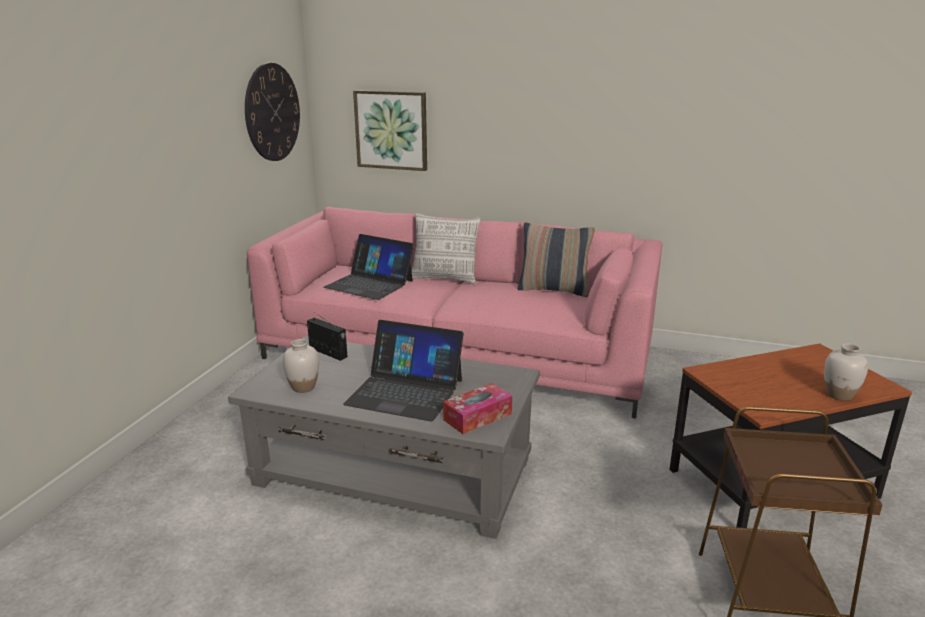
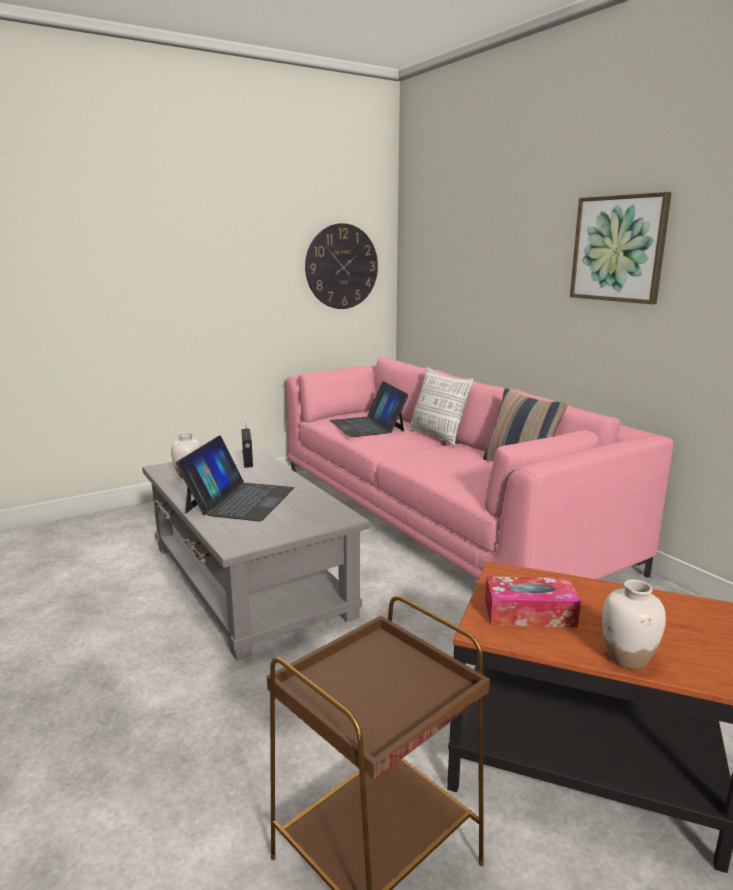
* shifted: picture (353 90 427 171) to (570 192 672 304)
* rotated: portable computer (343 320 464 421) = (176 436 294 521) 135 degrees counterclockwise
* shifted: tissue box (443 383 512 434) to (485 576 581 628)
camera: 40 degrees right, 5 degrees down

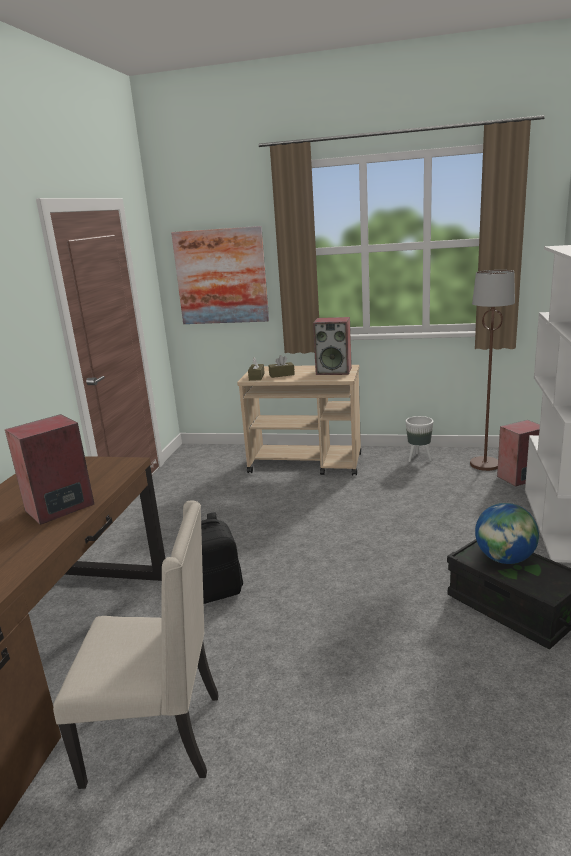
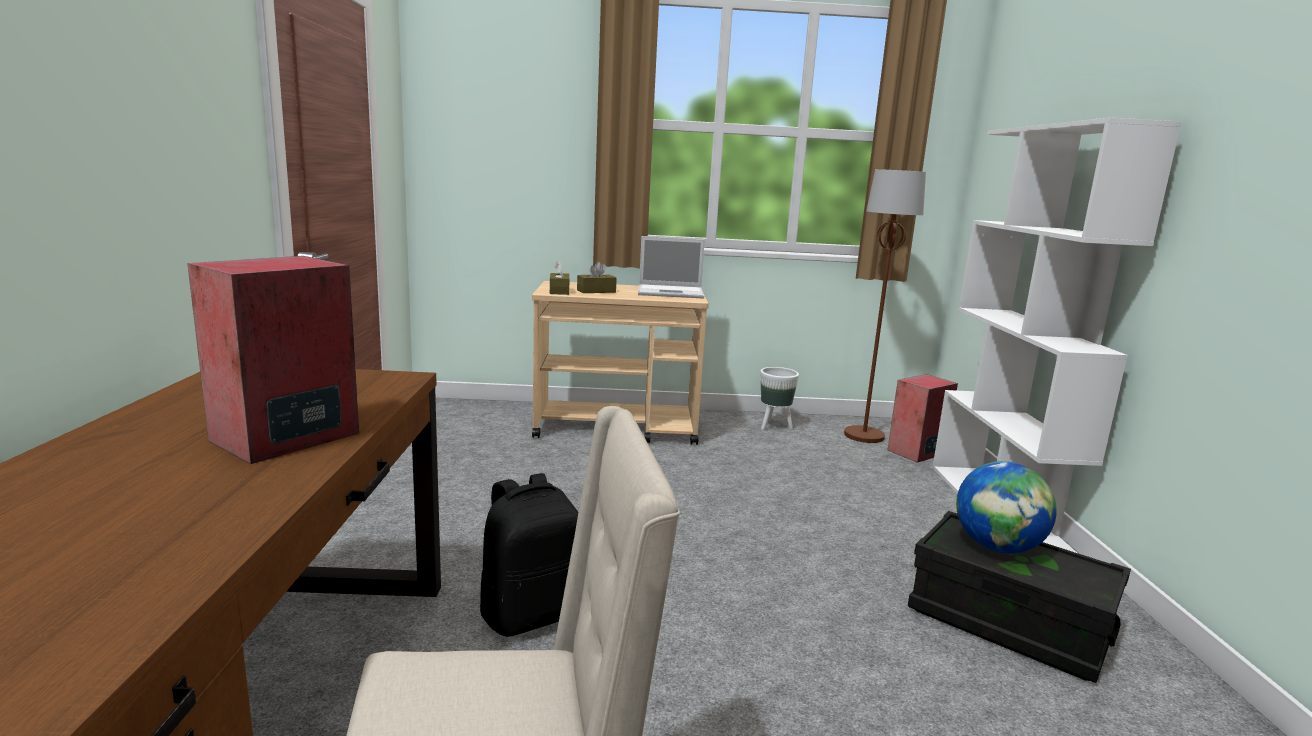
* gone: picture (171 226 269 324)
* swapped: speaker (313 317 352 375) to portable computer (638 236 705 299)
camera: 15 degrees left, 5 degrees down

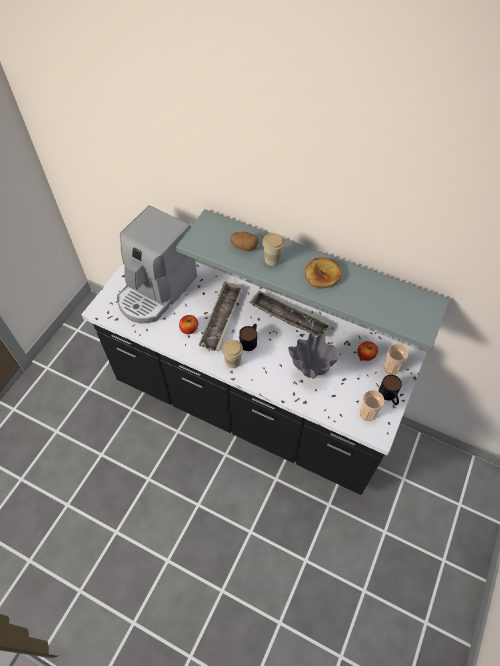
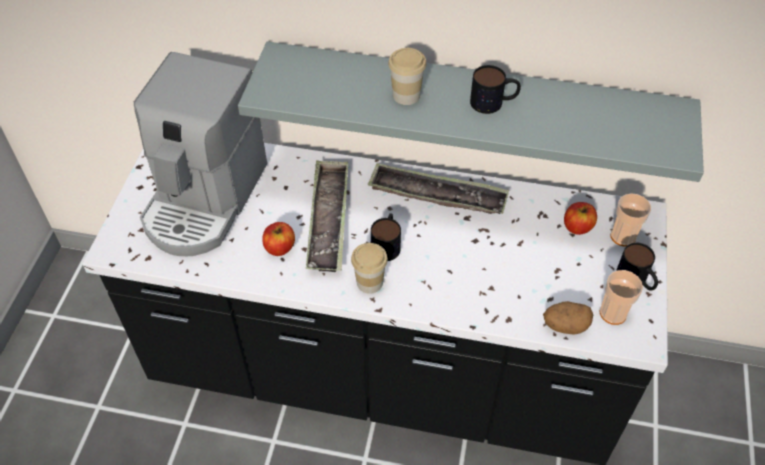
* shifted: whole potato (230 232 259 251) to (543 301 593 335)
* swapped: baked bread (305 258 342 289) to tea mug (470 65 521 114)
* gone: grey flower vase (288 333 338 379)
camera: 15 degrees left, 5 degrees down

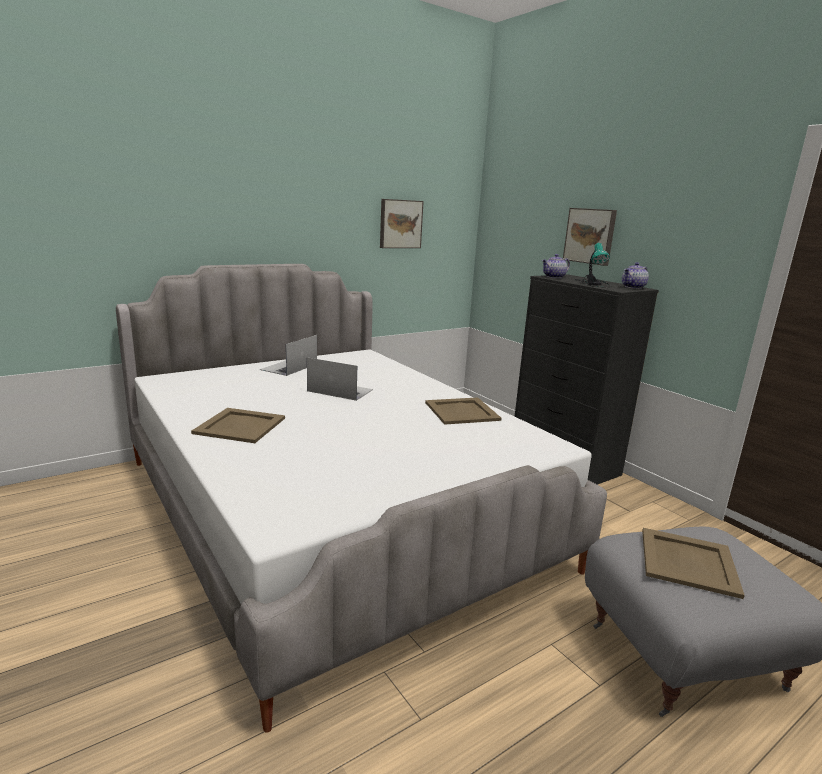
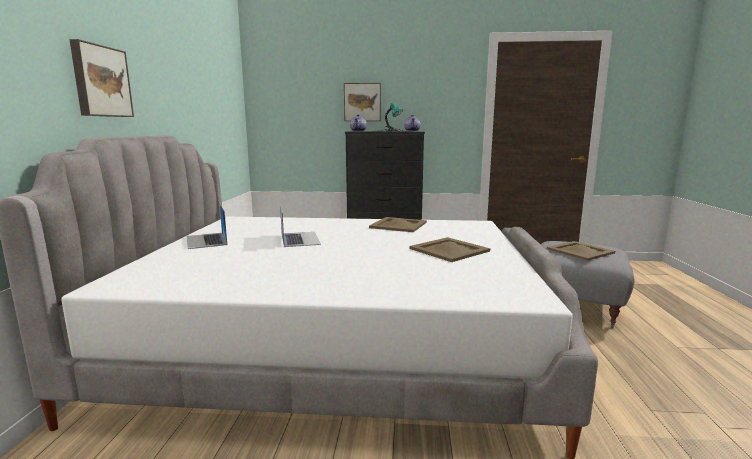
* shifted: picture (380 199 424 248) to (69 39 134 117)
* rotated: portable computer (307 357 373 401) = (280 204 321 247) 105 degrees clockwise
* shifted: beige-coloured tray (191 408 285 443) to (409 237 490 262)
camera: 50 degrees left, 5 degrees down

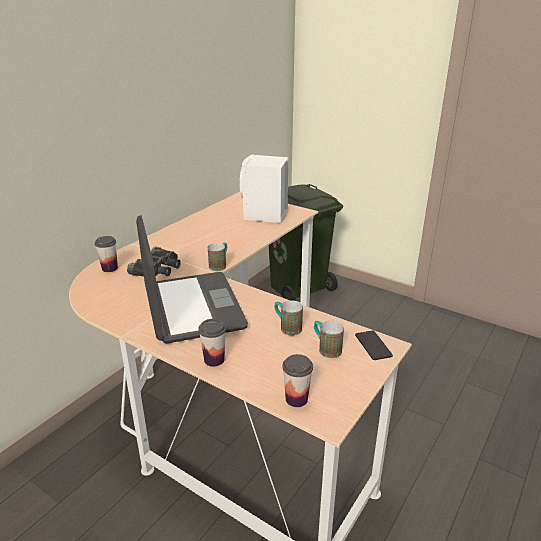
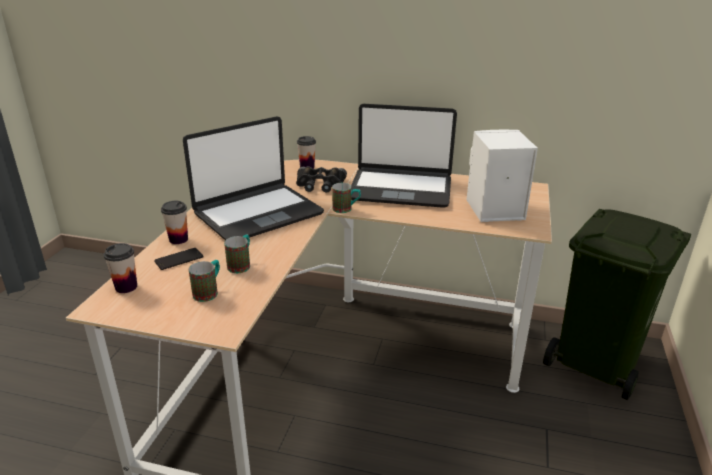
* shifted: phone (355 330 393 360) to (154 248 203 270)
* new: portable computer (351 104 457 208)
camera: 70 degrees right, 0 degrees up

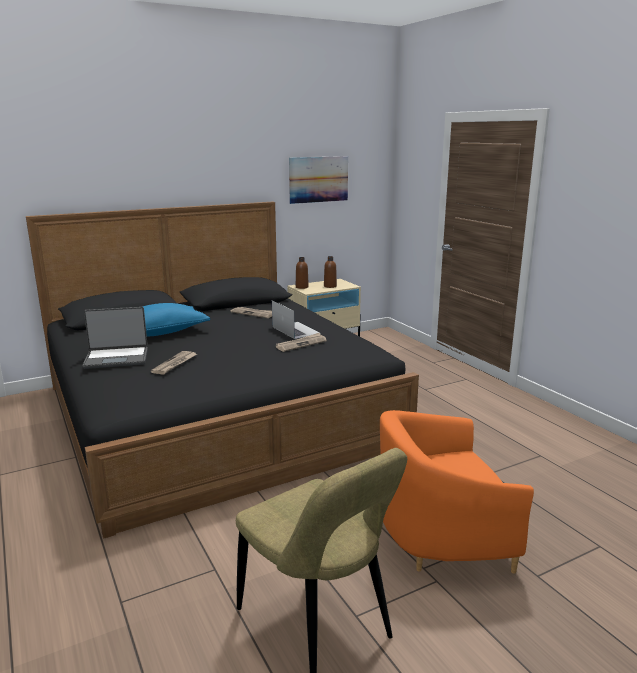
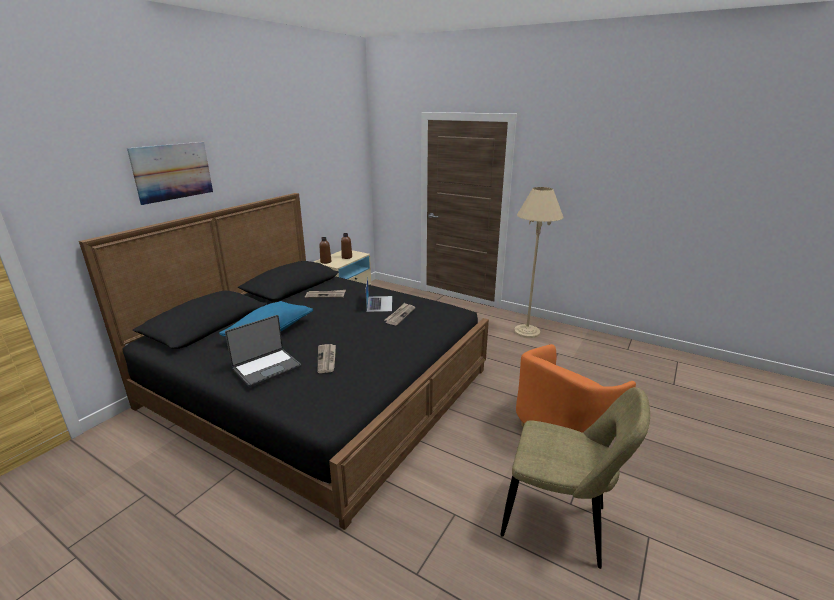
* shifted: picture (289 156 348 204) to (127 142 213 205)
* rotated: portable computer (272 300 321 339) = (365 277 392 312) 60 degrees clockwise
* new: beige-coloured standard lamp (514 187 563 338)
camera: 30 degrees left, 5 degrees up

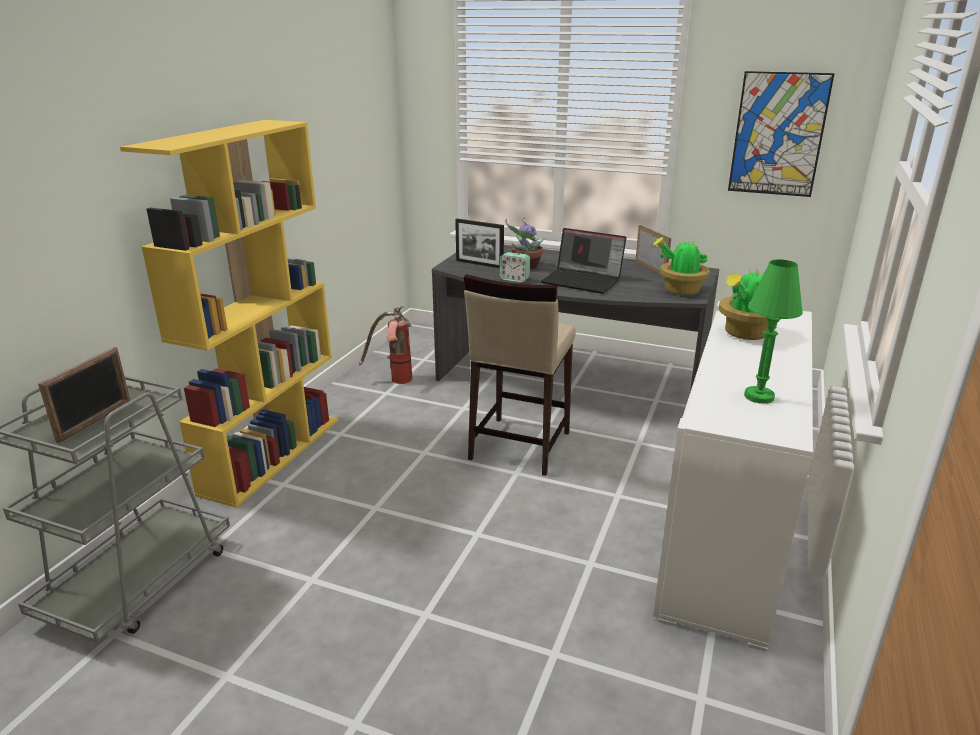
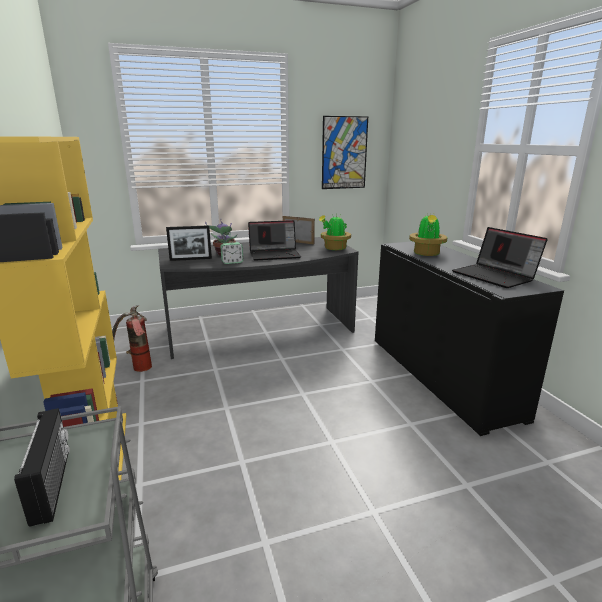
* swapped: greenish tabletop lamp (744 259 803 404) to portable computer (452 227 548 288)
* gone: beige-coloured sitting stool (464 274 576 476)
* repainted: white-coloured cupboard (653 301 813 652) to black cupboard (375 241 564 436)
* swapped: picture frame (38 347 130 443) to radio receiver (14 408 70 527)
camera: 40 degrees left, 5 degrees down

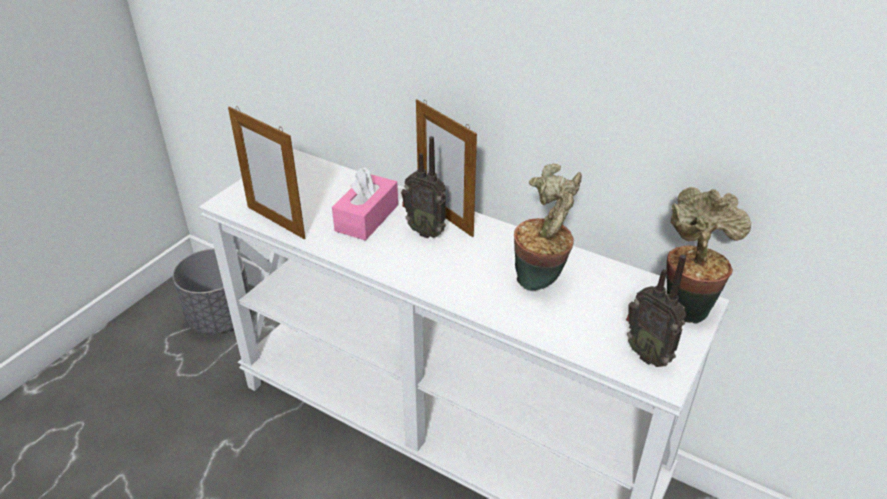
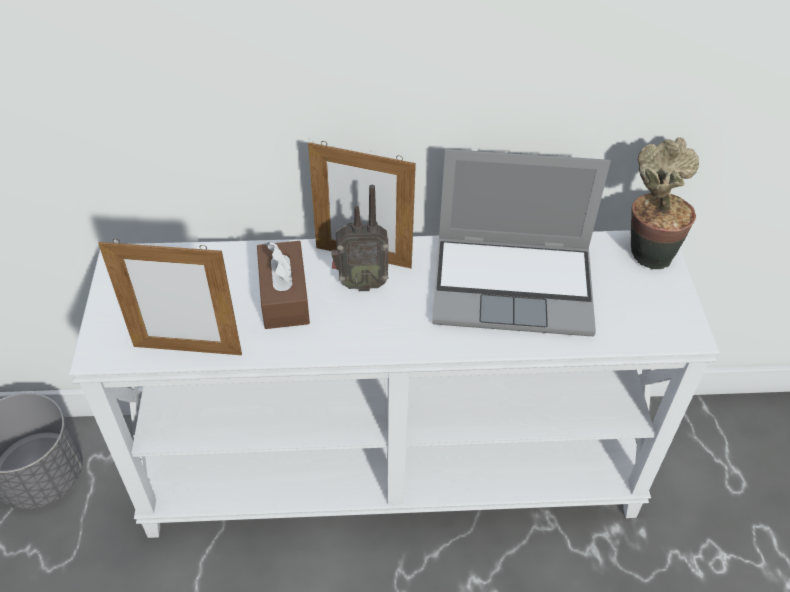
* swapped: potted plant (514 164 582 291) to portable computer (432 149 611 336)
* repainted: pinkish tissue box (332 167 398 241) to brown tissue box (257 241 310 329)
* gone: radio receiver (626 255 686 367)
camera: 35 degrees left, 10 degrees up

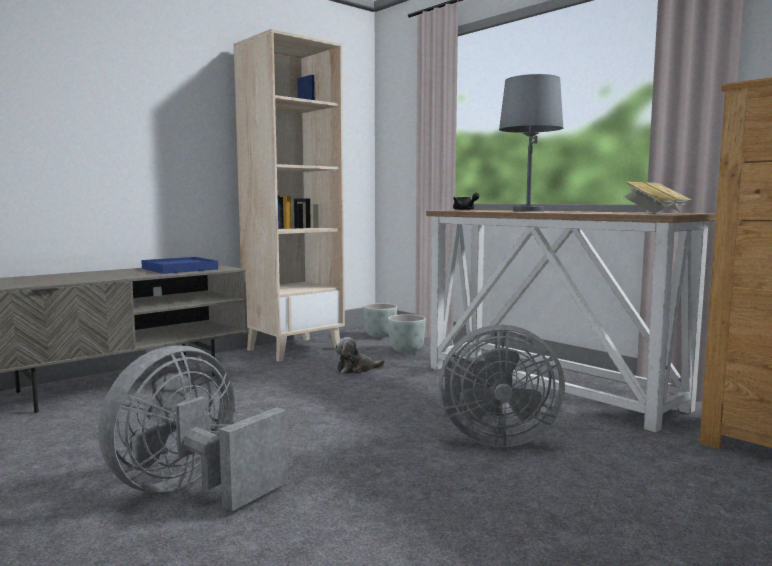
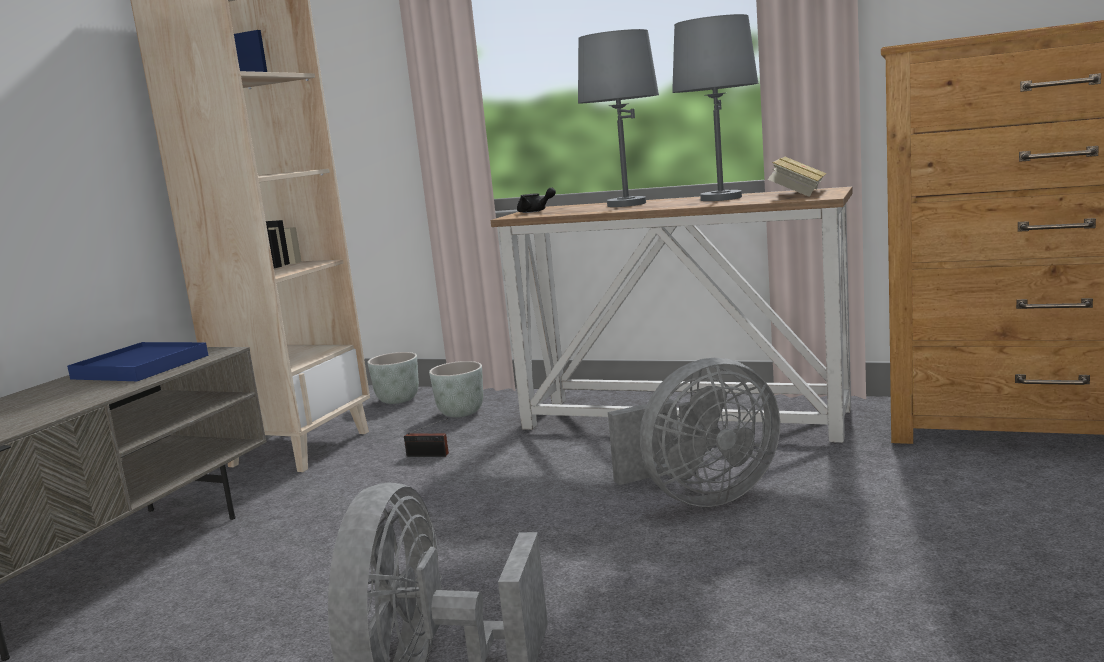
* swapped: soft toy (335 337 385 374) to radio receiver (404 418 449 457)
* new: grey tabletop lamp (672 14 759 201)
camera: 25 degrees left, 5 degrees up

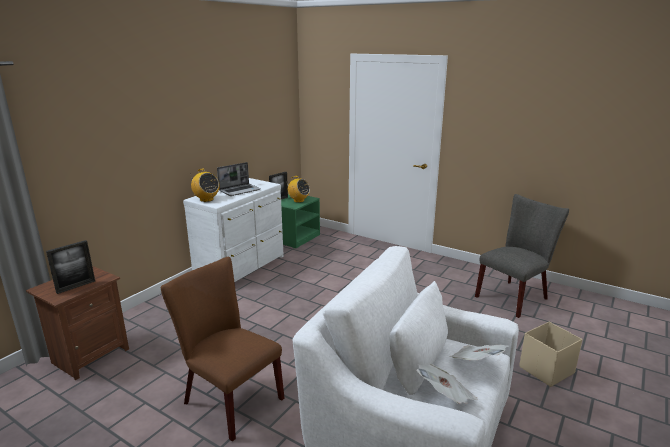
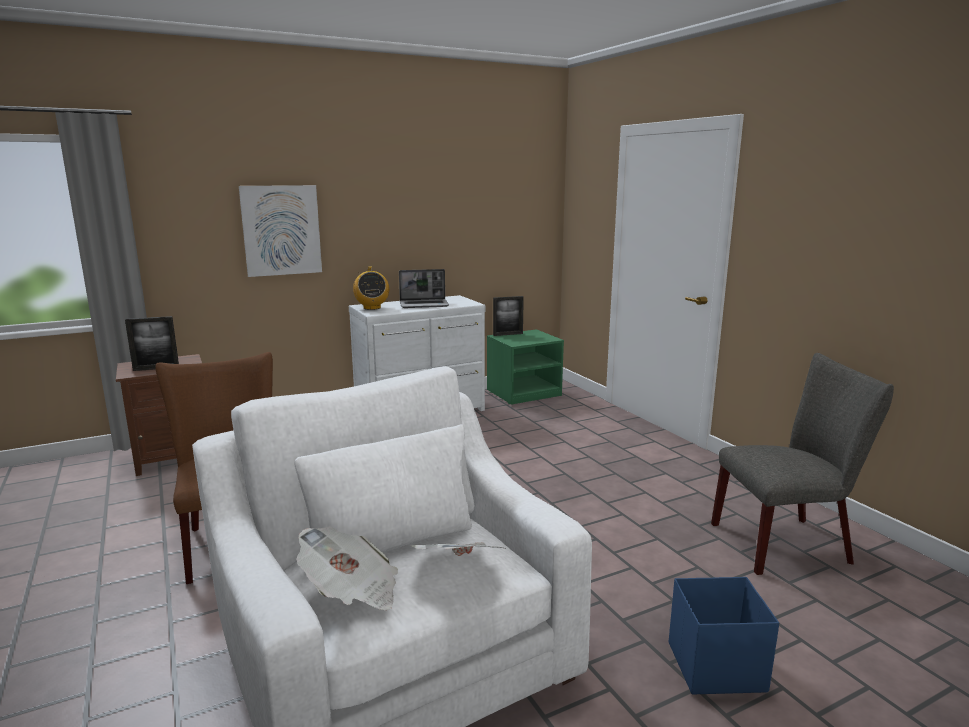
* gone: radio receiver (285 176 310 203)
* repainted: beige-coloured storage box (519 322 582 387) to blue storage box (669 577 779 695)
* new: picture (239 185 322 277)
camera: 30 degrees right, 5 degrees down

